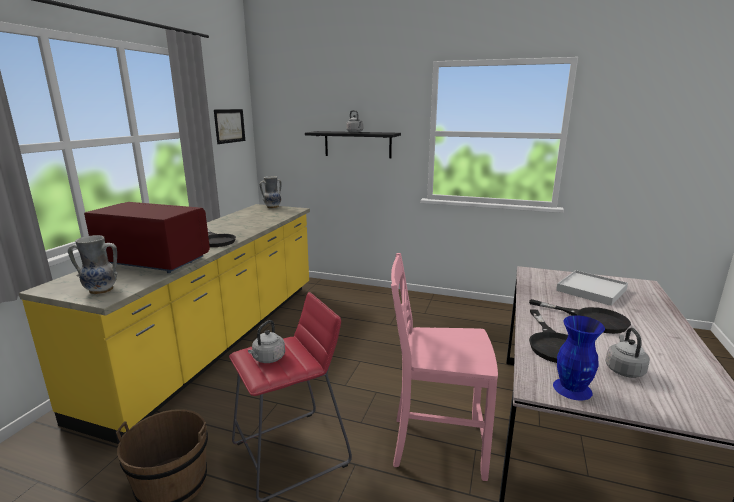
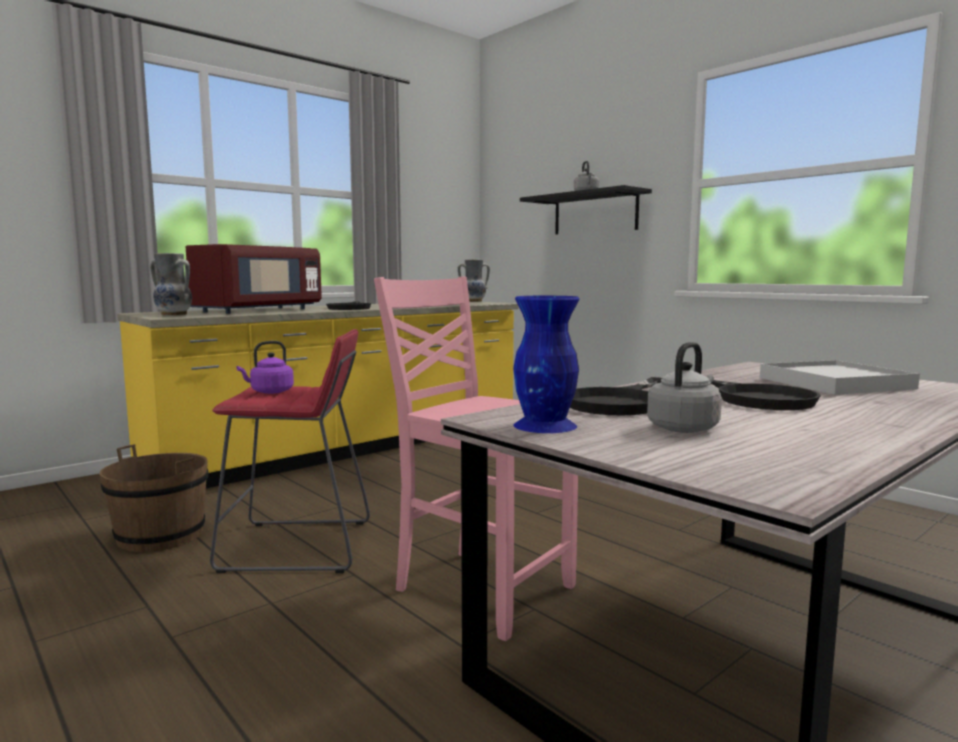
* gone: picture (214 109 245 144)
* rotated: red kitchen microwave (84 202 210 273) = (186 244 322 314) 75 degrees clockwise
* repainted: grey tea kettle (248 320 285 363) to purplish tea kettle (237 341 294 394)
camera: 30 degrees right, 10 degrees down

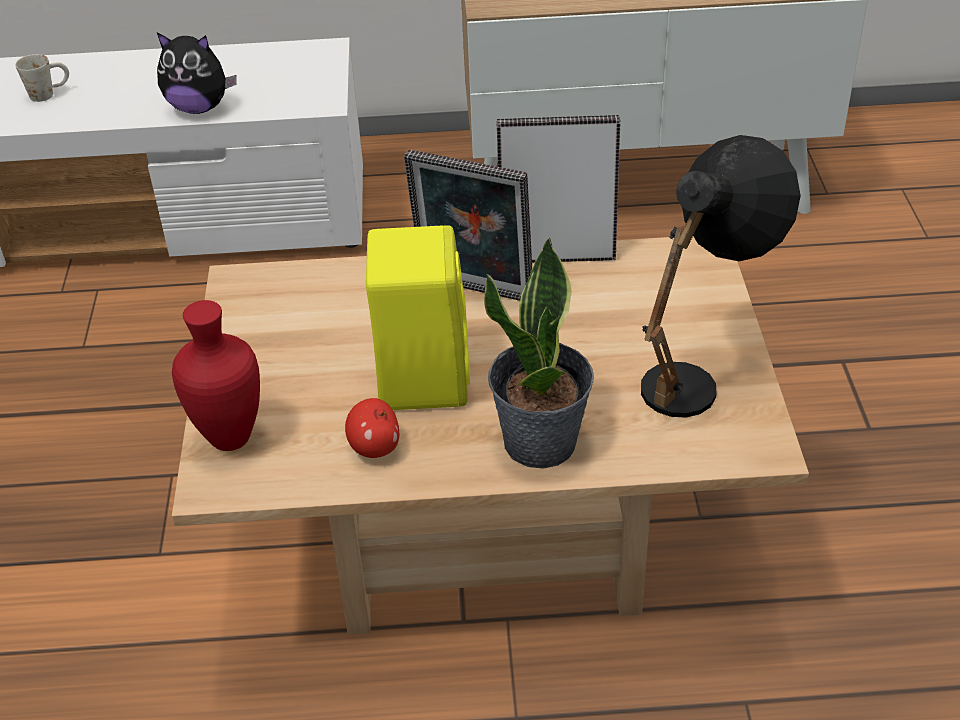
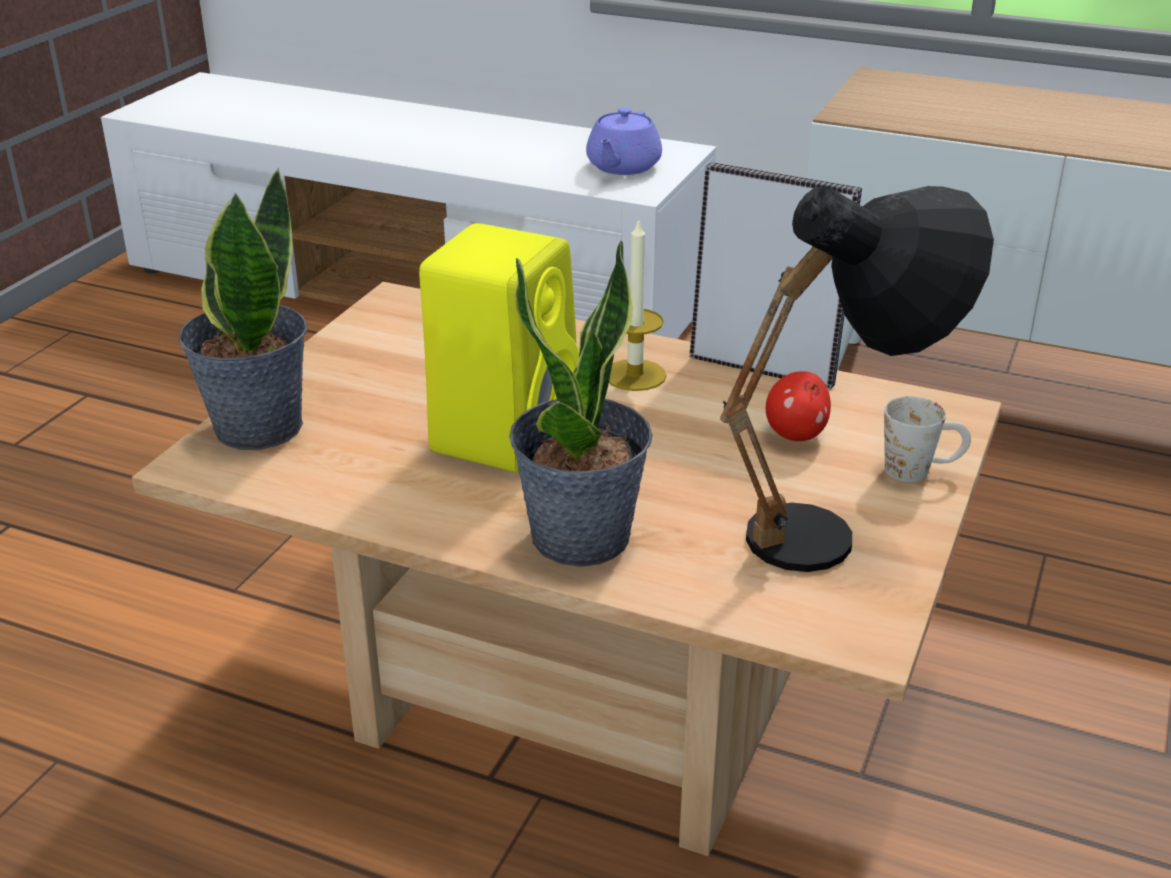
* gone: soft toy (157 32 237 114)
* shifted: white-coloured tea mug (15 54 69 102) to (884 396 971 482)
* swapped: picture frame (404 150 532 301) to wax candle (609 218 667 391)
* swapped: red flower vase (172 300 260 451) to potted plant (179 168 307 450)
* shifted: apple (345 398 399 458) to (766 371 831 441)
* new: purplish teapot (586 107 662 175)
camera: 25 degrees right, 10 degrees down

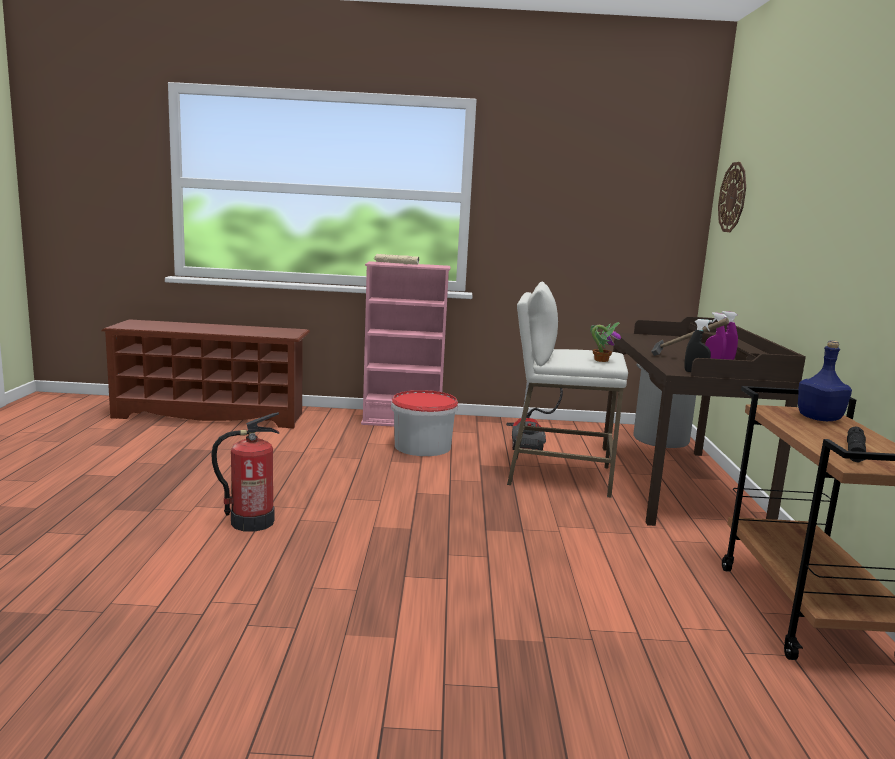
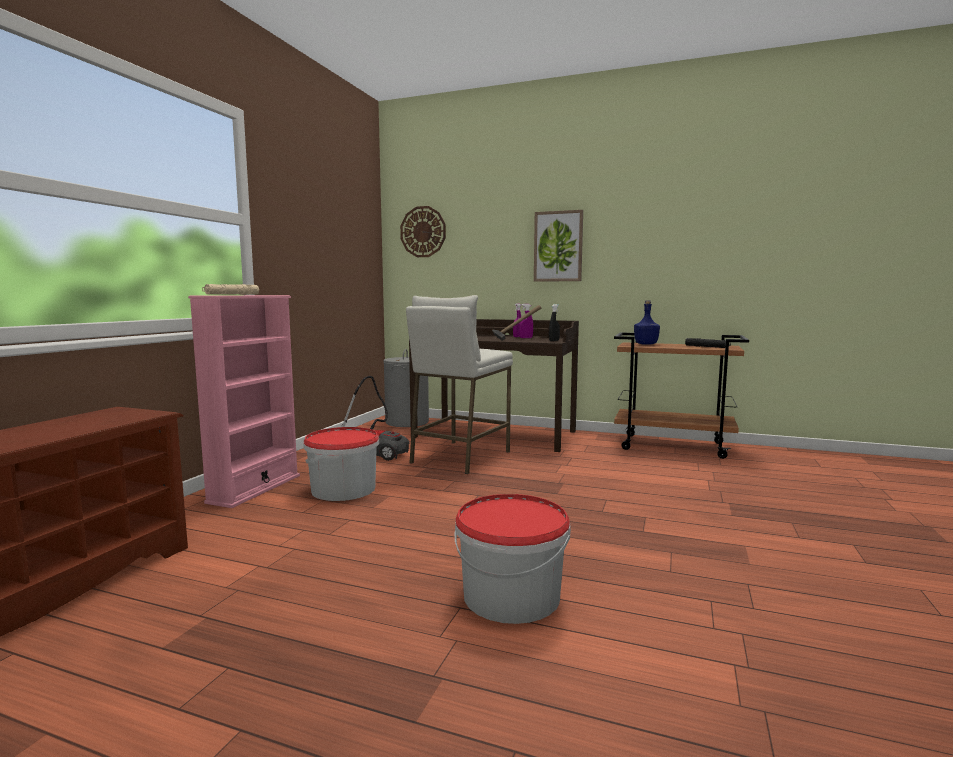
* gone: potted plant (590 322 621 362)
* swapped: extinguisher (211 412 279 532) to water bucket (455 494 571 624)
* new: picture (534 210 583 282)
camera: 70 degrees left, 5 degrees down

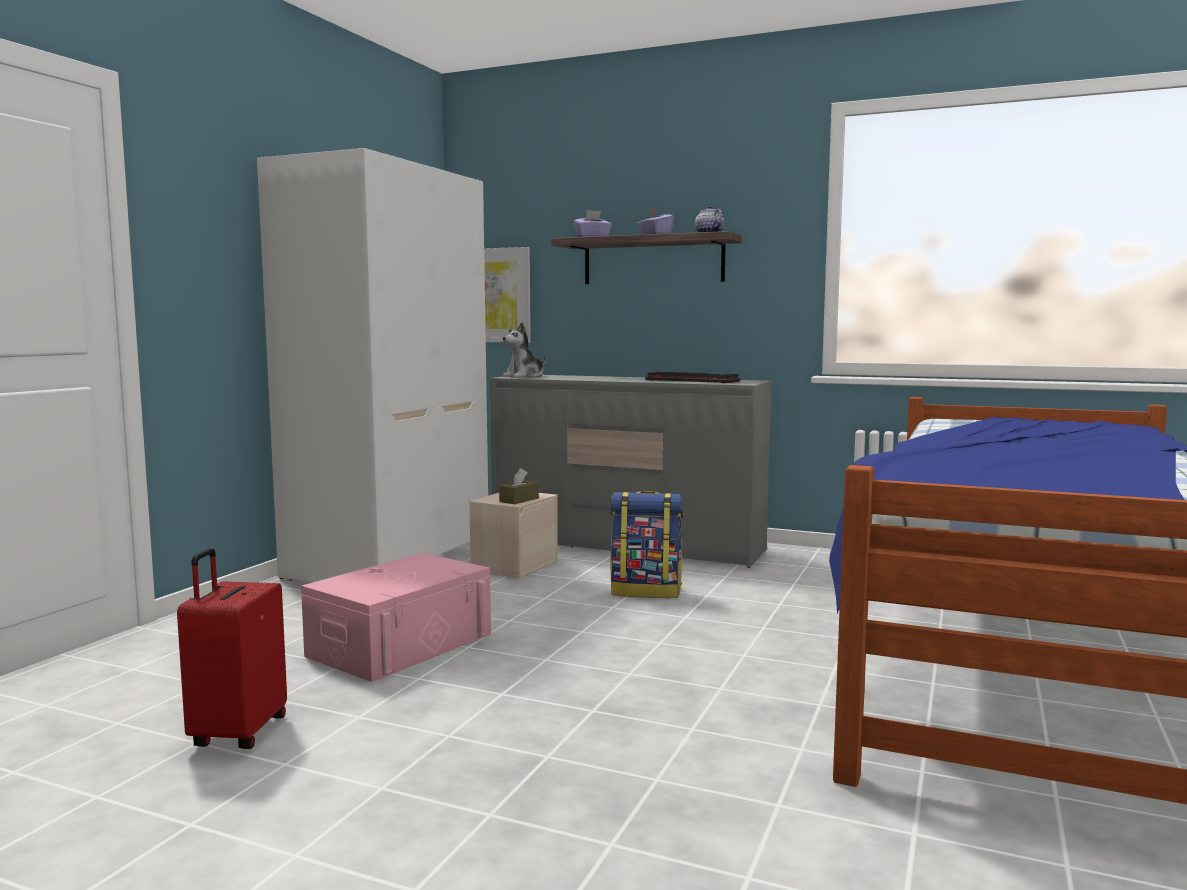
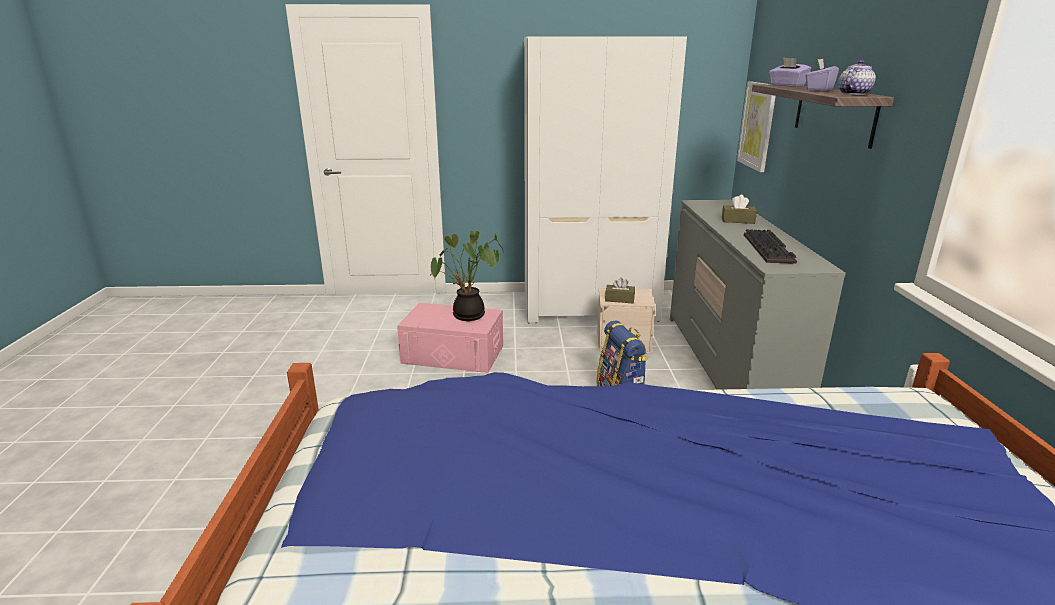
* gone: soft toy (503 322 547 378)
* gone: red suitcase (177 548 287 749)
* new: brown tissue box (722 195 757 224)
* new: potted plant (430 231 504 321)
camera: 65 degrees right, 15 degrees up

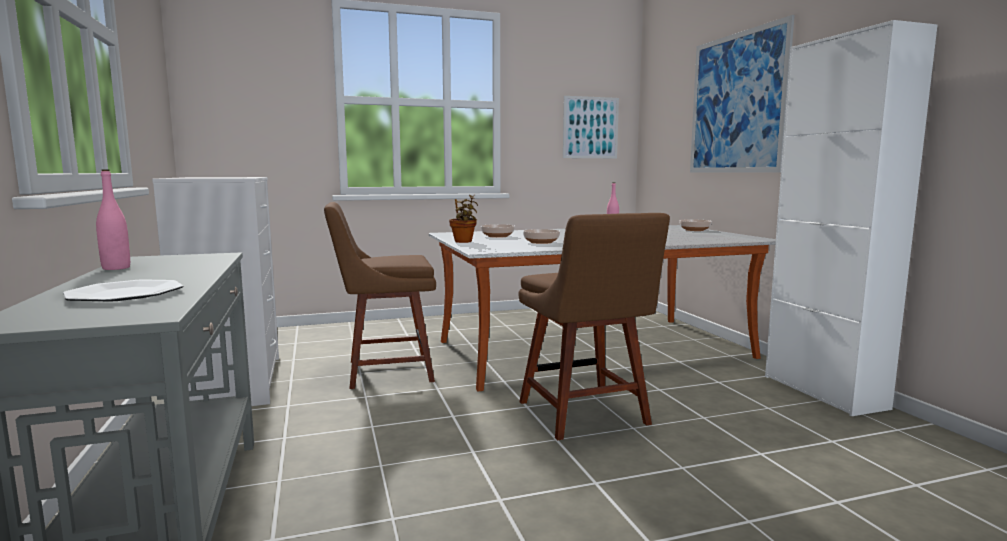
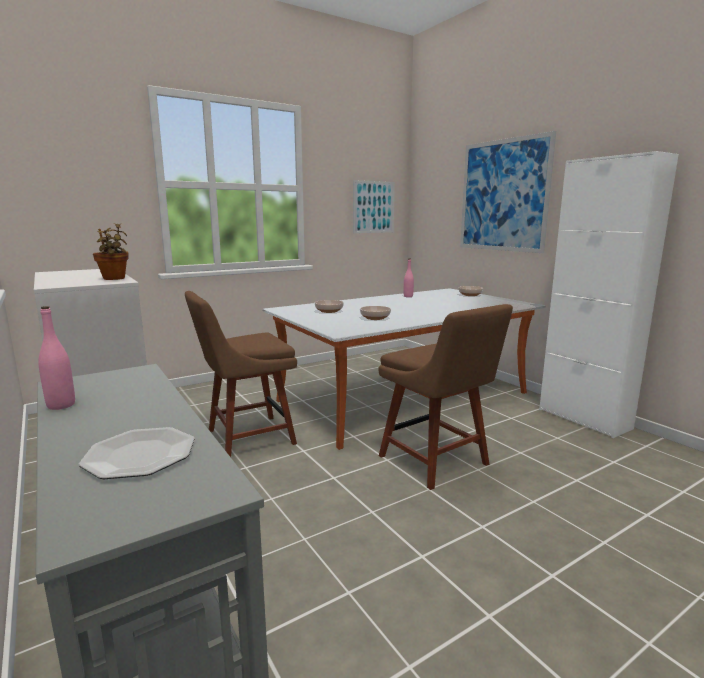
* shifted: potted plant (449 195 478 243) to (93 223 128 280)
camera: 15 degrees left, 5 degrees up

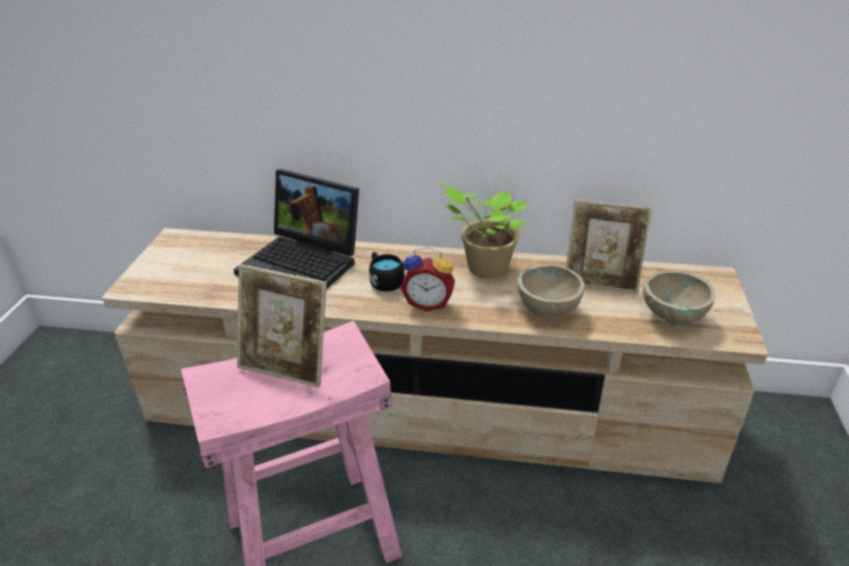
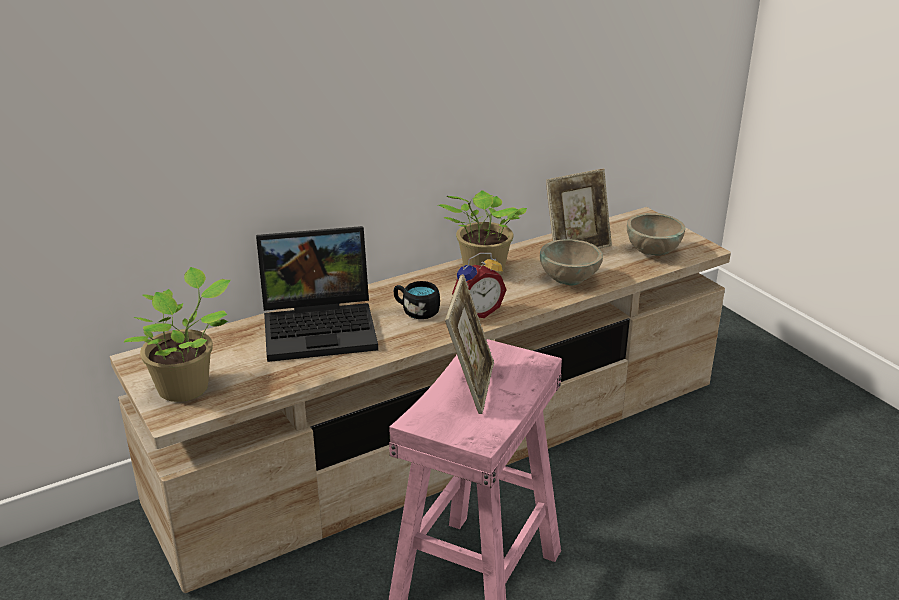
* rotated: picture frame (237 264 327 387) = (445 274 494 414) 60 degrees counterclockwise
* new: potted plant (123 267 231 402)
camera: 40 degrees left, 5 degrees down

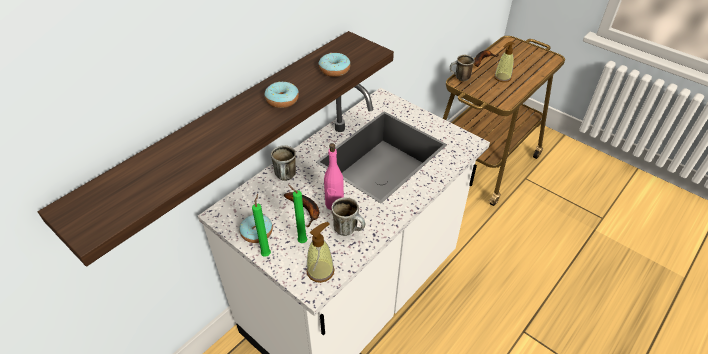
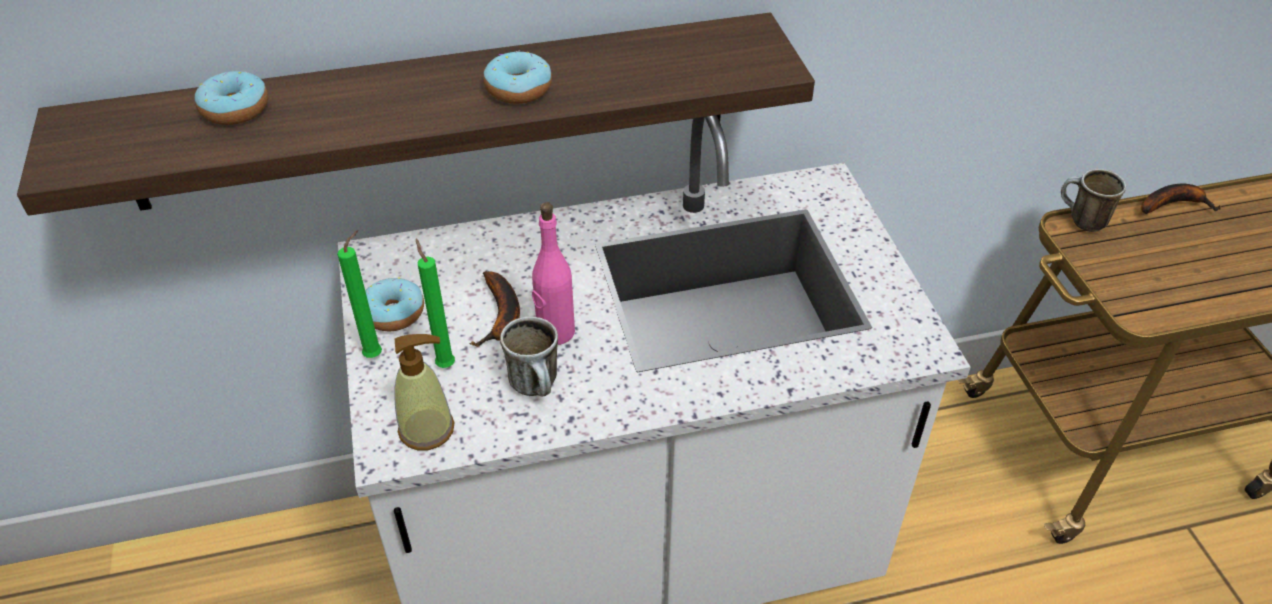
* gone: liquid soap bottle (494 41 515 82)
* shifted: doughnut (319 53 350 77) to (195 71 268 125)
* gone: tea mug (271 145 296 181)
camera: 35 degrees right, 0 degrees up

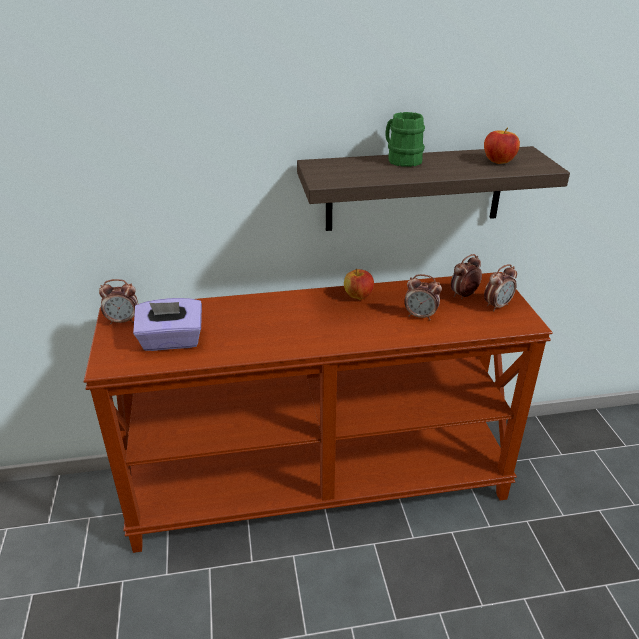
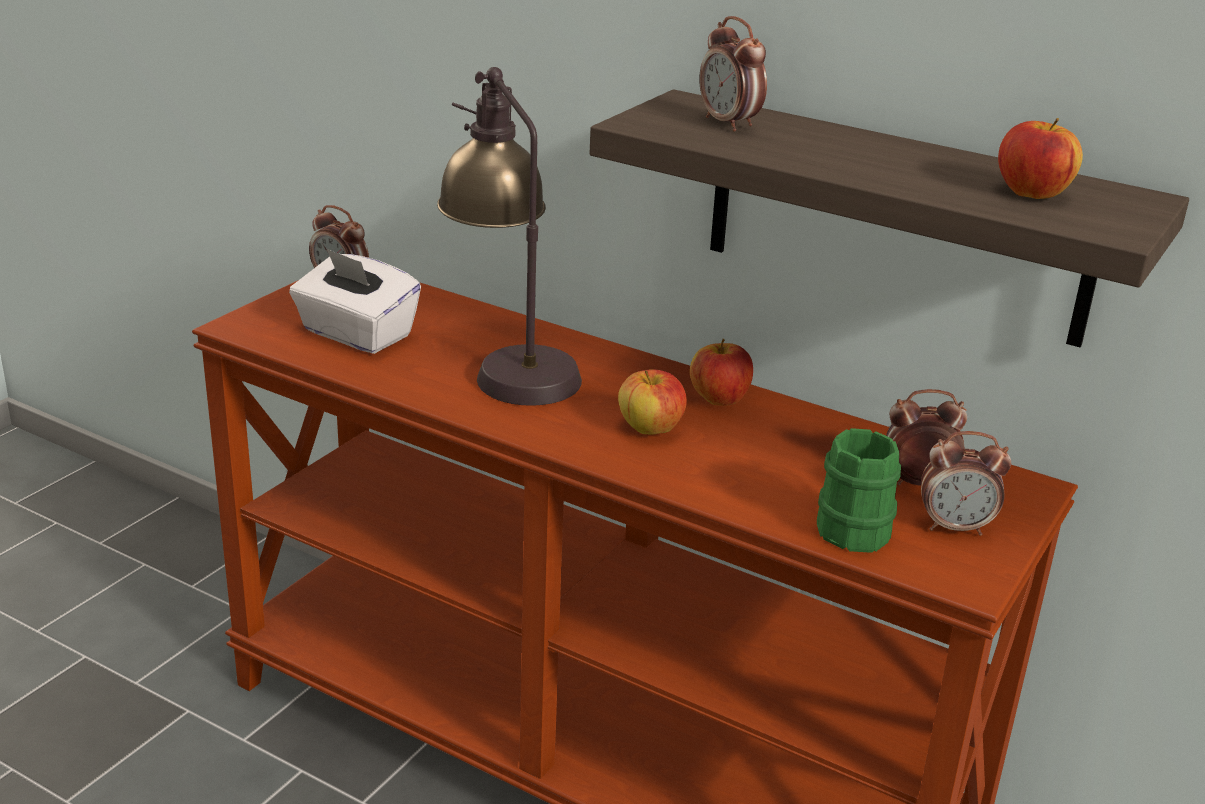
* shifted: greenish tea mug (385 112 425 167) to (817 428 901 553)
* shifted: bedside clock (404 274 442 320) to (699 16 767 132)
* repainted: purplish tissue box (133 298 202 351) to white-coloured tissue box (289 248 421 354)
* new: tabletop lamp (437 67 582 406)
* new: apple (618 369 687 435)
camera: 40 degrees right, 5 degrees down

